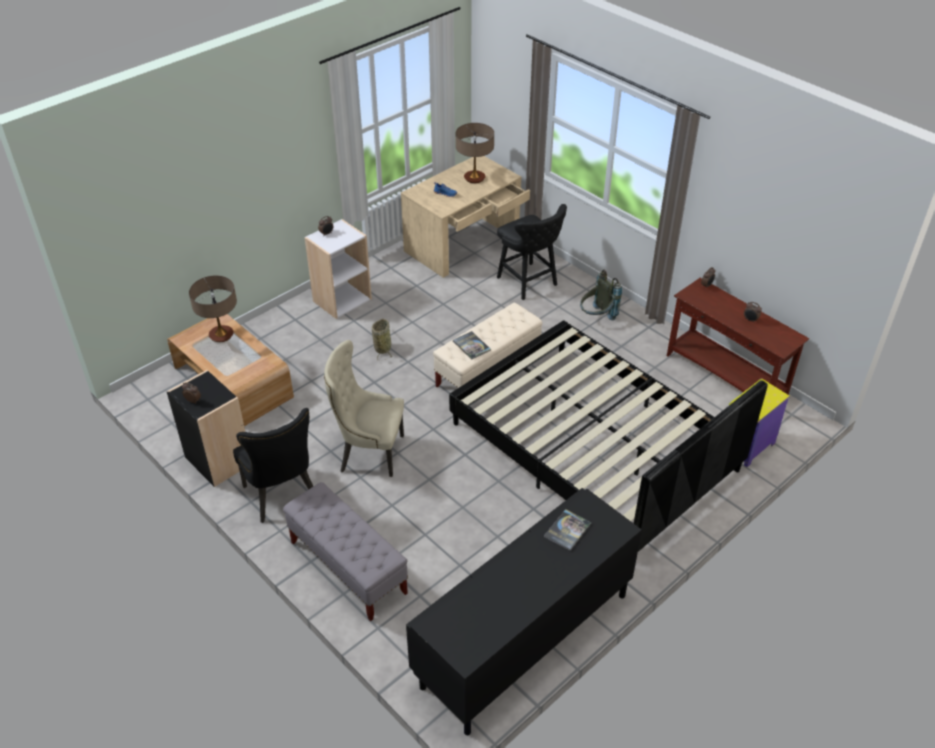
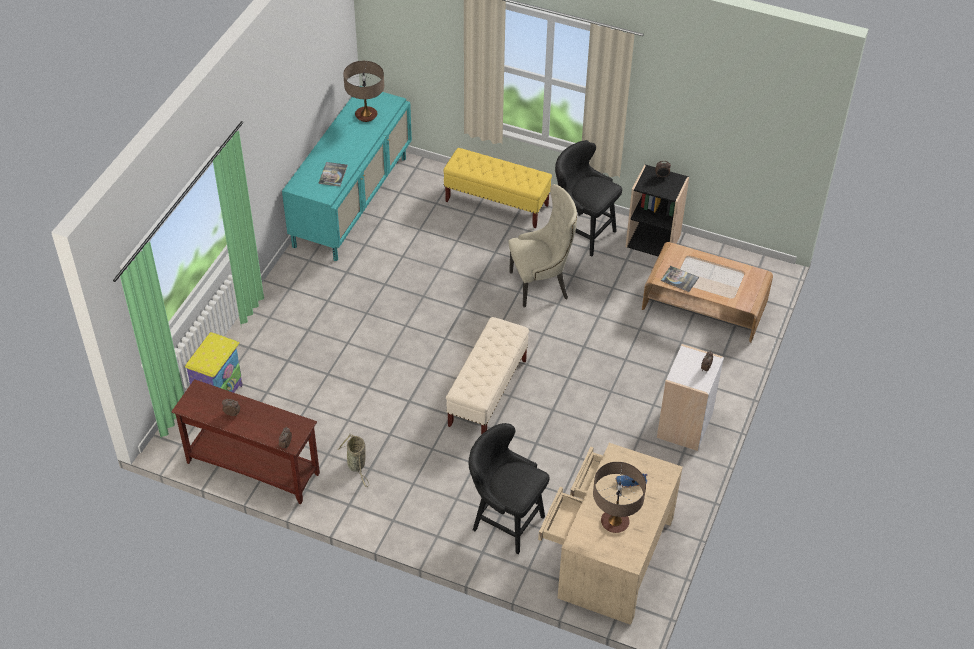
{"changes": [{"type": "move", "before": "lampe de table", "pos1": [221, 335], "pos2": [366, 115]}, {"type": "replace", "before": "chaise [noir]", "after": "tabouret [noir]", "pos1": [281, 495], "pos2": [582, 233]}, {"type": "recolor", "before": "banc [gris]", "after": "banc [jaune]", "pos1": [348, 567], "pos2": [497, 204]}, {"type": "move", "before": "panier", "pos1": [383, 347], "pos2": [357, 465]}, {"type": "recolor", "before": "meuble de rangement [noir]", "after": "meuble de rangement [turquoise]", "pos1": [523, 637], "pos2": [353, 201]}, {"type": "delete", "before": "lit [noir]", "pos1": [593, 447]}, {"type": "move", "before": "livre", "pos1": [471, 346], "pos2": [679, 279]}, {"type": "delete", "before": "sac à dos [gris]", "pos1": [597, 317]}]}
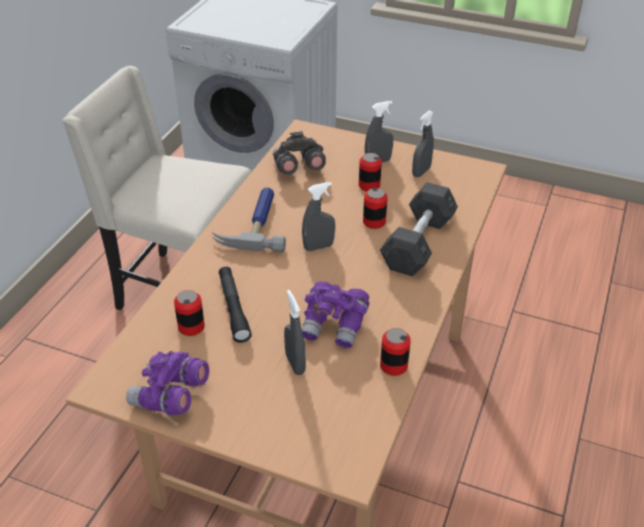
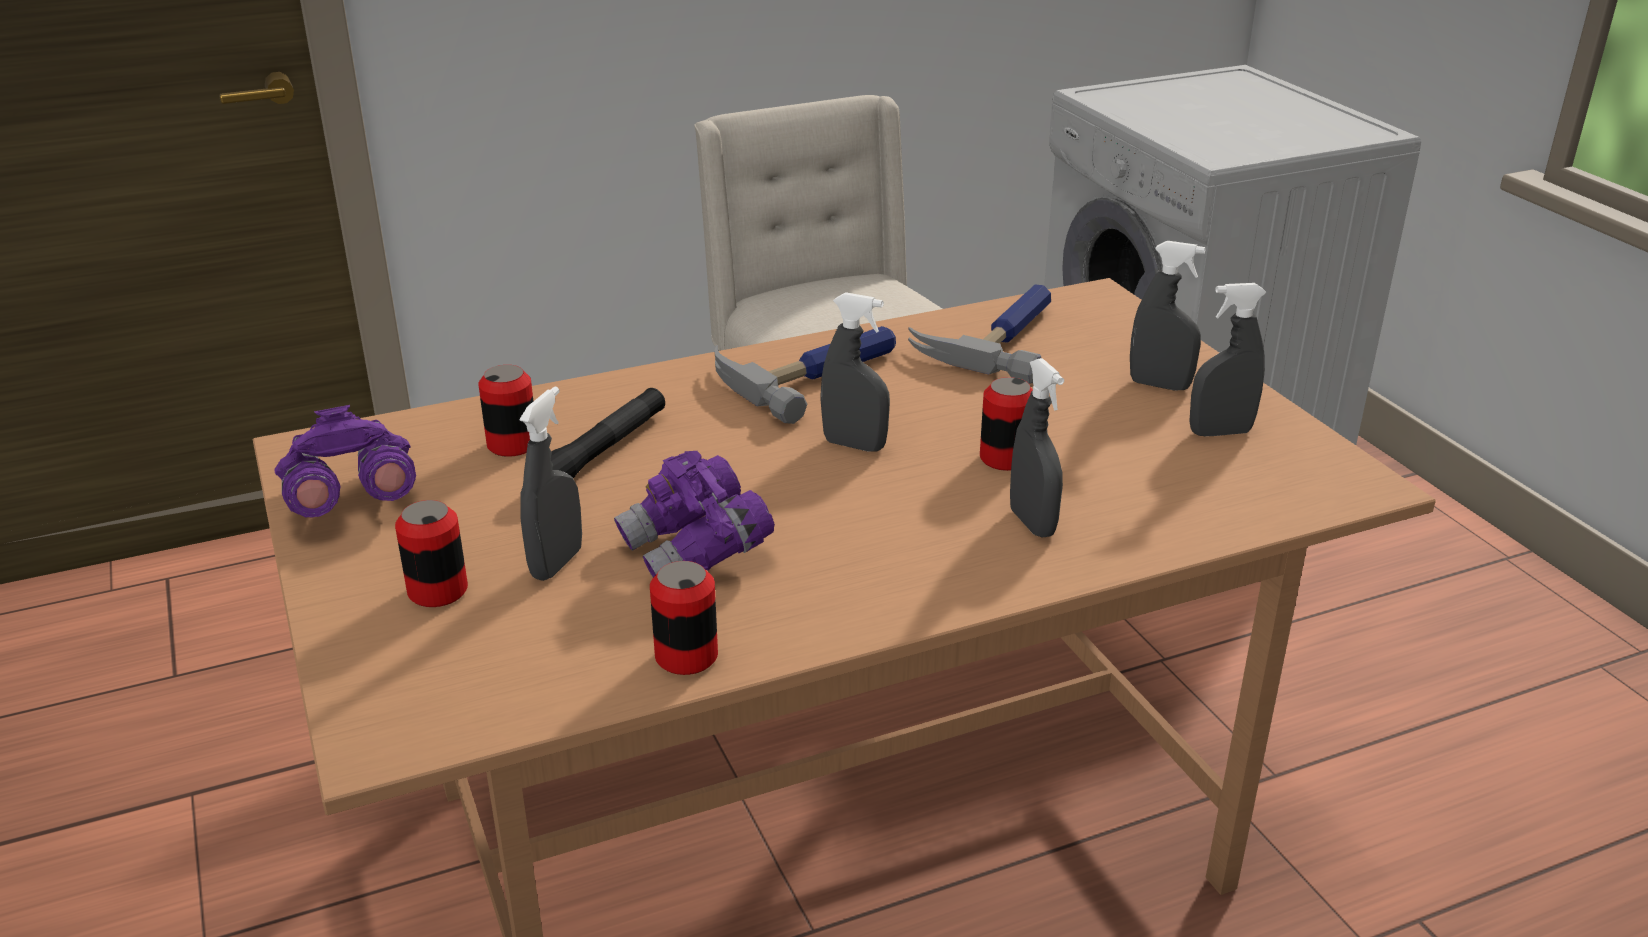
{"changes": [{"type": "replace", "before": "jumelles [gris]", "after": "marteau", "pos1": [297, 169], "pos2": [999, 338]}, {"type": "move", "before": "boîte métallique", "pos1": [369, 186], "pos2": [438, 591]}, {"type": "replace", "before": "haltère [gris]", "after": "vaporisateur [gris]", "pos1": [418, 243], "pos2": [1032, 523]}]}
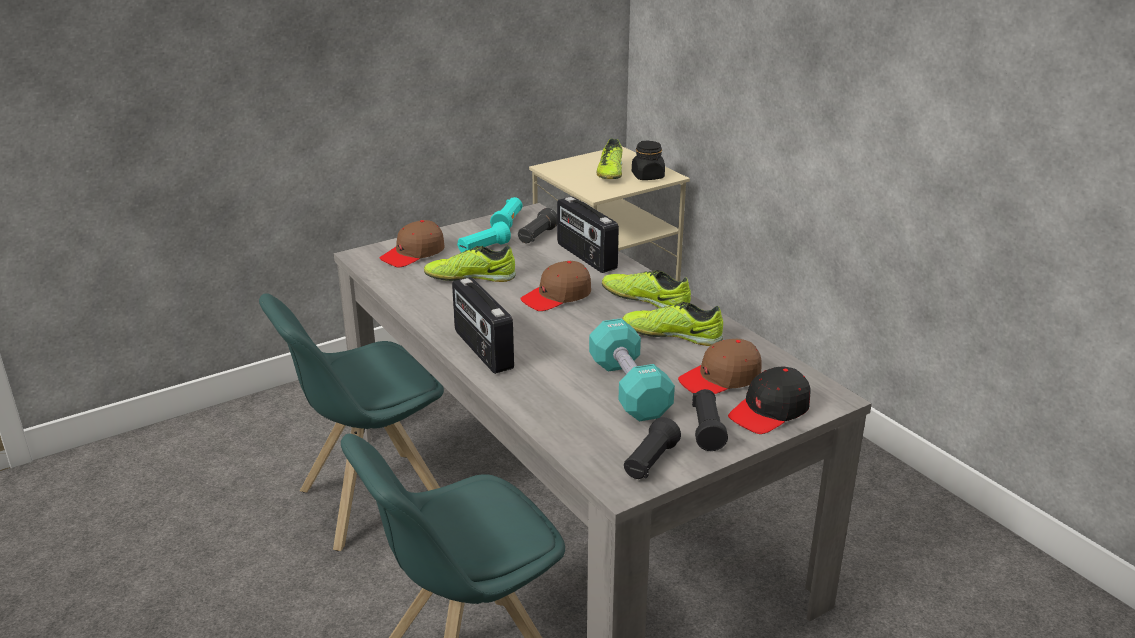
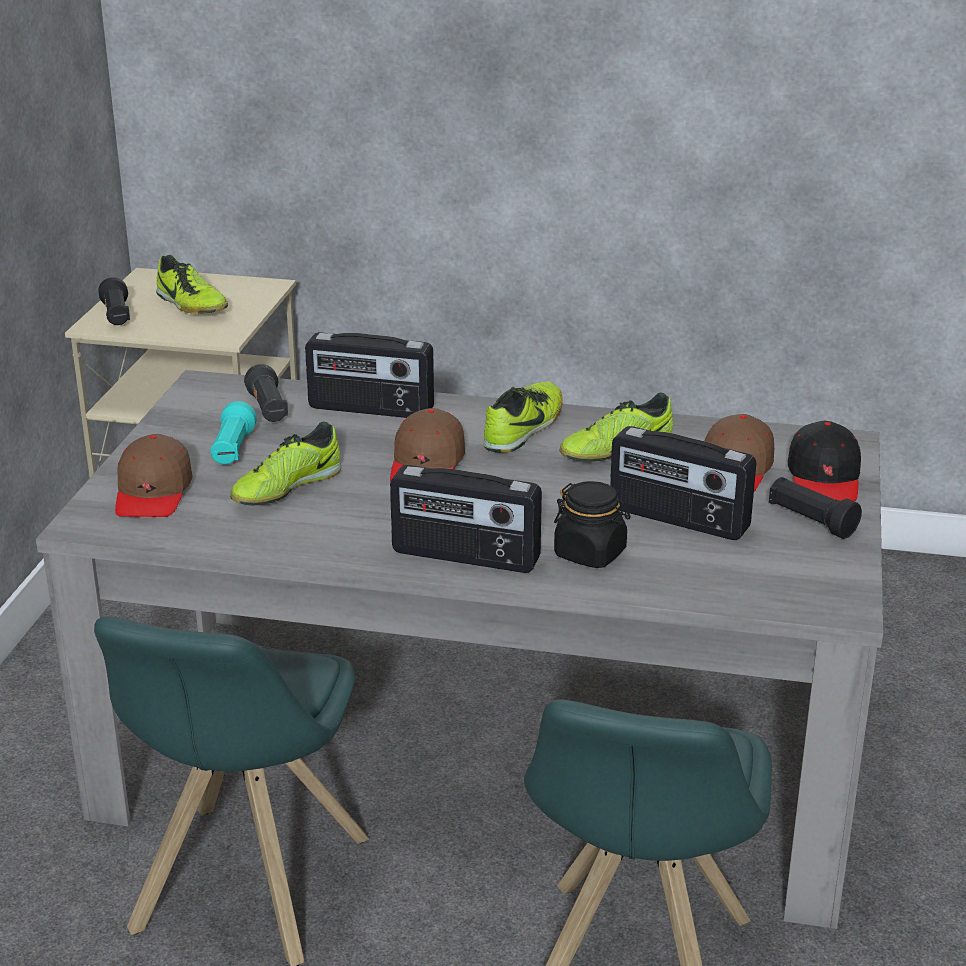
{"changes": [{"type": "delete", "before": "lampe de poche [turquoise]", "pos1": [508, 223]}, {"type": "replace", "before": "haltère [turquoise]", "after": "radio", "pos1": [629, 388], "pos2": [678, 519]}, {"type": "rotate", "before": "chaussure", "pos1": [646, 300], "pos2": [524, 428], "turn": 135}, {"type": "move", "before": "lampe de poche [noir]", "pos1": [650, 462], "pos2": [116, 316]}, {"type": "move", "before": "bocal [noir]", "pos1": [648, 176], "pos2": [590, 553]}]}
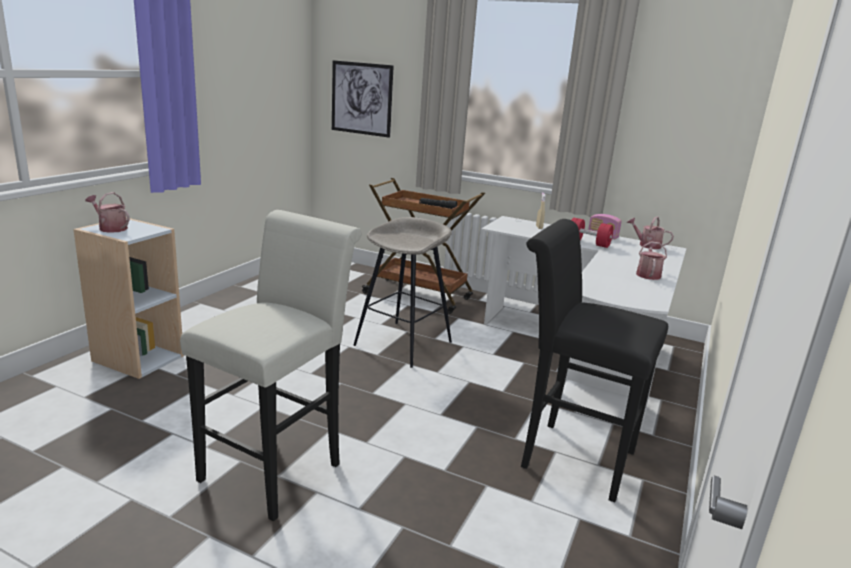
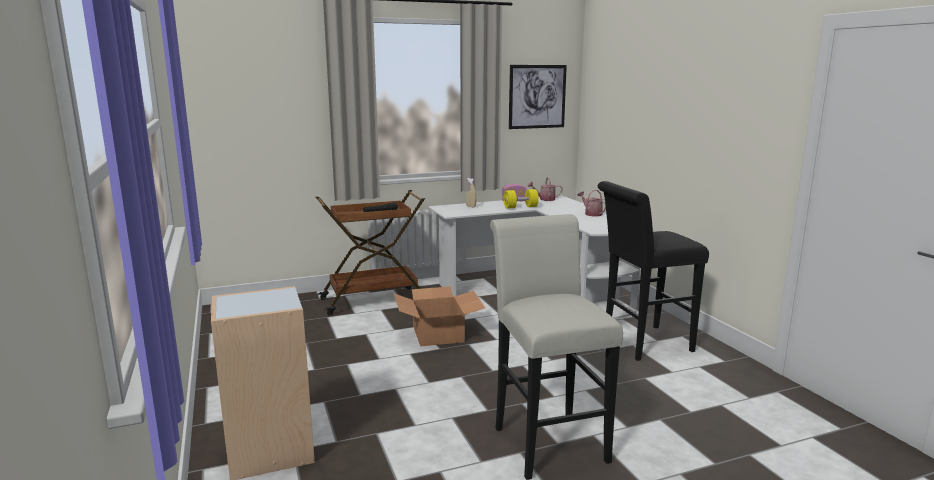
{"changes": [{"type": "delete", "before": "arrosoir", "pos1": [110, 228]}, {"type": "move", "before": "tableau", "pos1": [361, 98], "pos2": [537, 96]}, {"type": "replace", "before": "tabouret [gris]", "after": "carton", "pos1": [404, 343], "pos2": [438, 334]}, {"type": "recolor", "before": "haltère [rouge]", "after": "haltère [jaune]", "pos1": [588, 243], "pos2": [520, 207]}]}
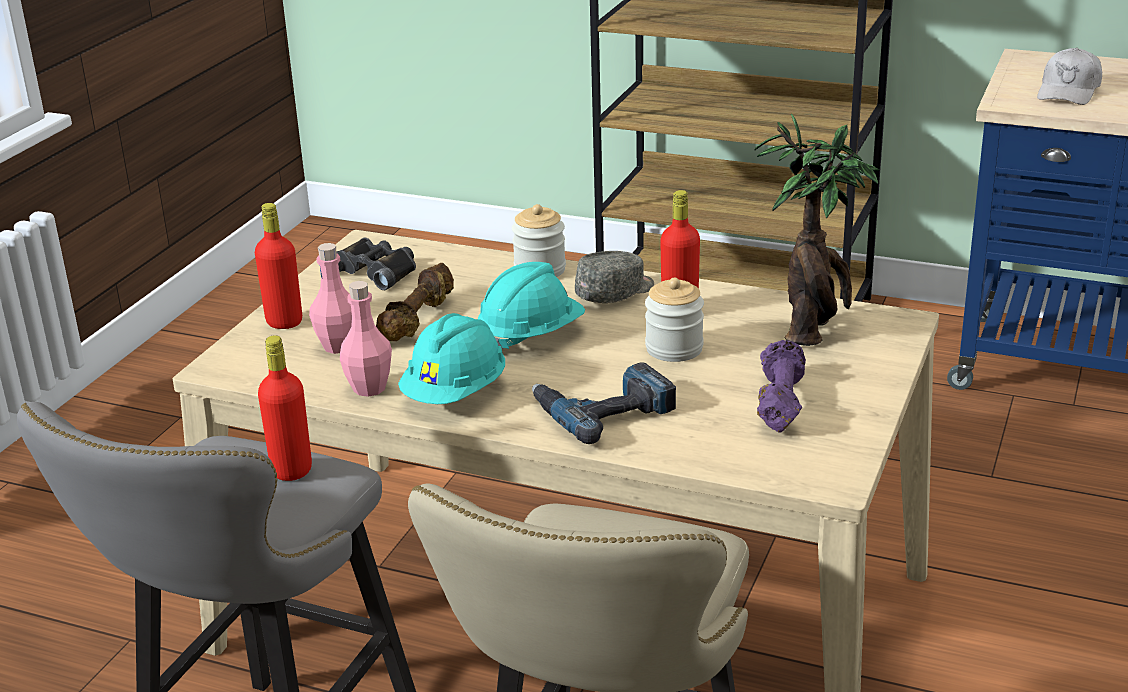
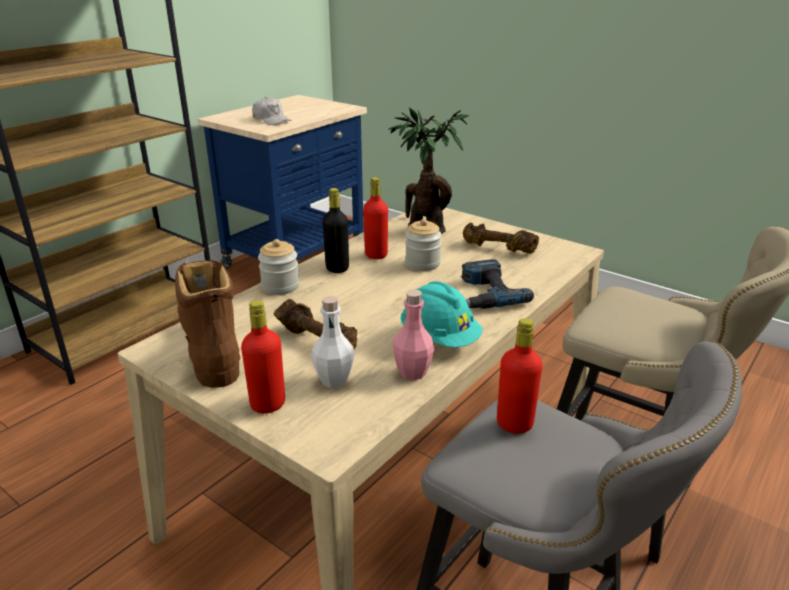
{"changes": [{"type": "recolor", "before": "bouteille [rose]", "after": "bouteille [blanc]", "pos1": [338, 346], "pos2": [334, 380]}, {"type": "replace", "before": "jumelles [noir]", "after": "botte [marron]", "pos1": [376, 270], "pos2": [213, 350]}, {"type": "delete", "before": "casque de chantier [turquoise]", "pos1": [530, 335]}, {"type": "replace", "before": "casquette [gris]", "after": "bouteille [noir]", "pos1": [616, 293], "pos2": [337, 268]}, {"type": "recolor", "before": "haltère [violet]", "after": "haltère [marron]", "pos1": [779, 403], "pos2": [498, 249]}]}
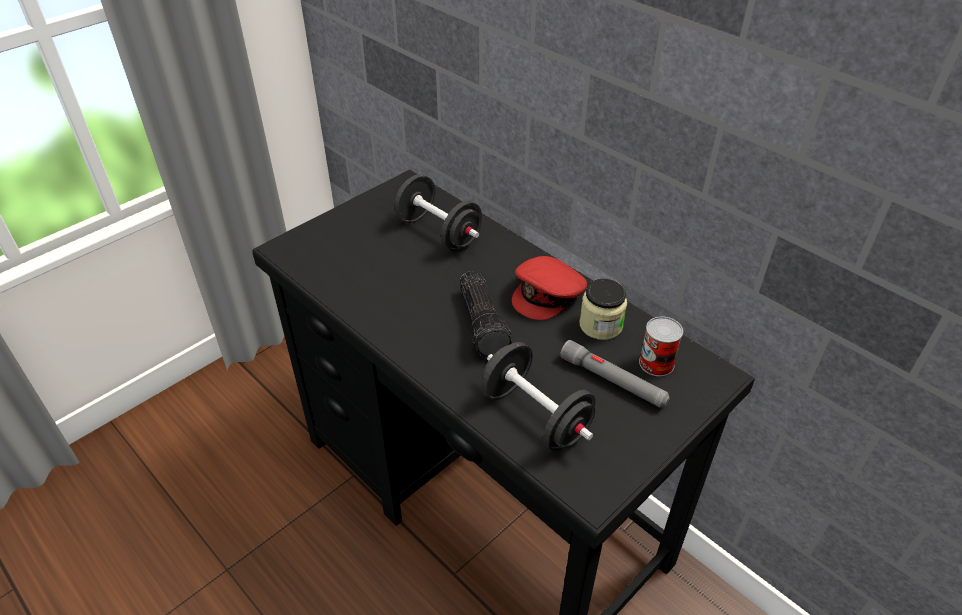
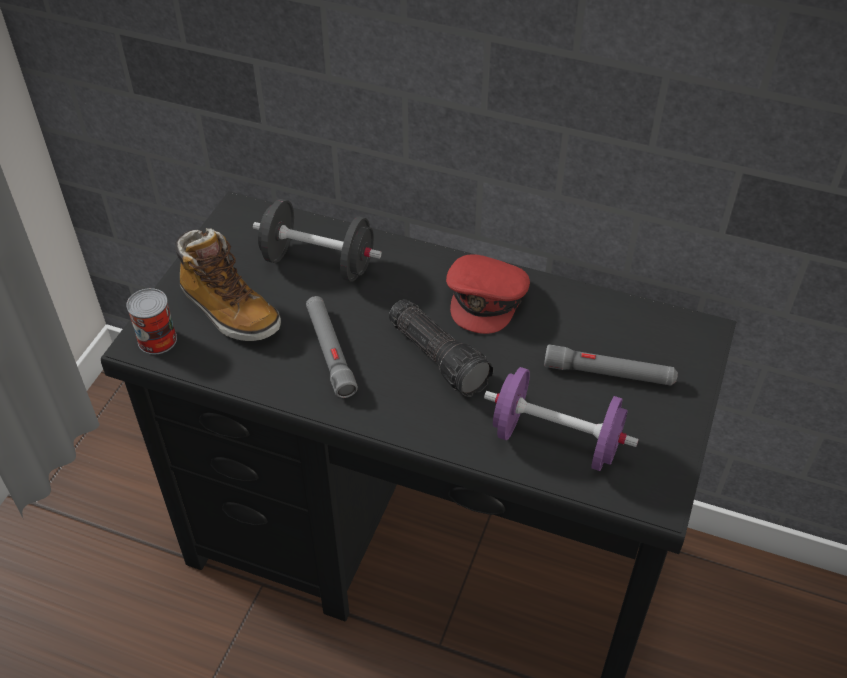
{"changes": [{"type": "recolor", "before": "haltère [noir]", "after": "haltère [violet]", "pos1": [535, 416], "pos2": [556, 440]}, {"type": "delete", "before": "bocal", "pos1": [600, 325]}, {"type": "move", "before": "boîte métallique", "pos1": [656, 363], "pos2": [157, 339]}, {"type": "insert", "after": "botte", "pos2": [229, 310]}, {"type": "insert", "after": "lampe de poche [gris]", "pos2": [330, 351]}]}
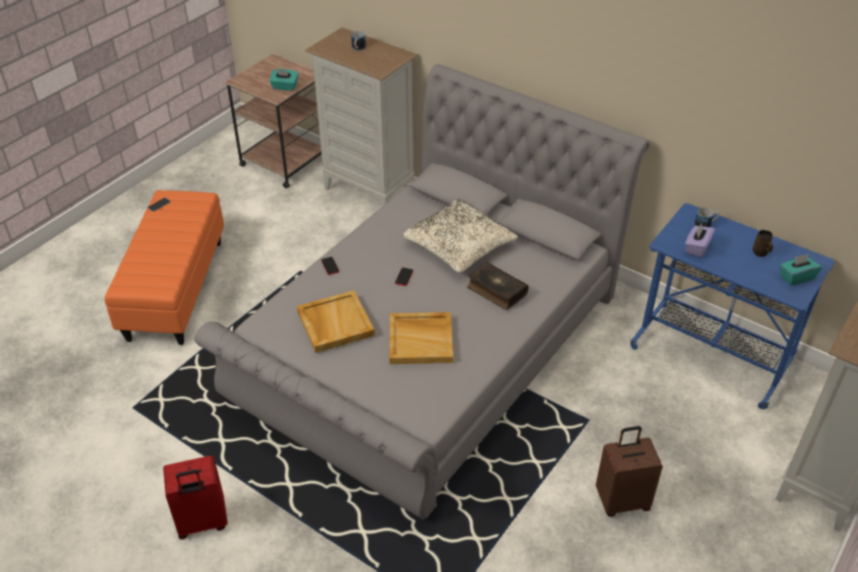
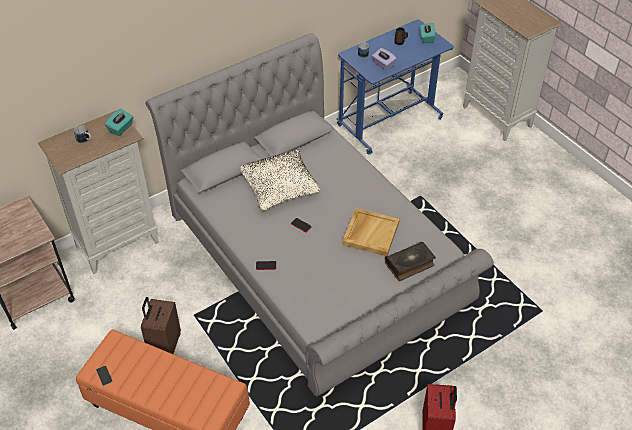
{"changes": [{"type": "move", "before": "boîte à mouchoirs [turquoise]", "pos1": [284, 87], "pos2": [121, 128]}, {"type": "delete", "before": "plateau [beige]", "pos1": [334, 323]}, {"type": "move", "before": "livre", "pos1": [496, 291], "pos2": [410, 264]}, {"type": "move", "before": "valise [marron]", "pos1": [622, 500], "pos2": [164, 346]}]}
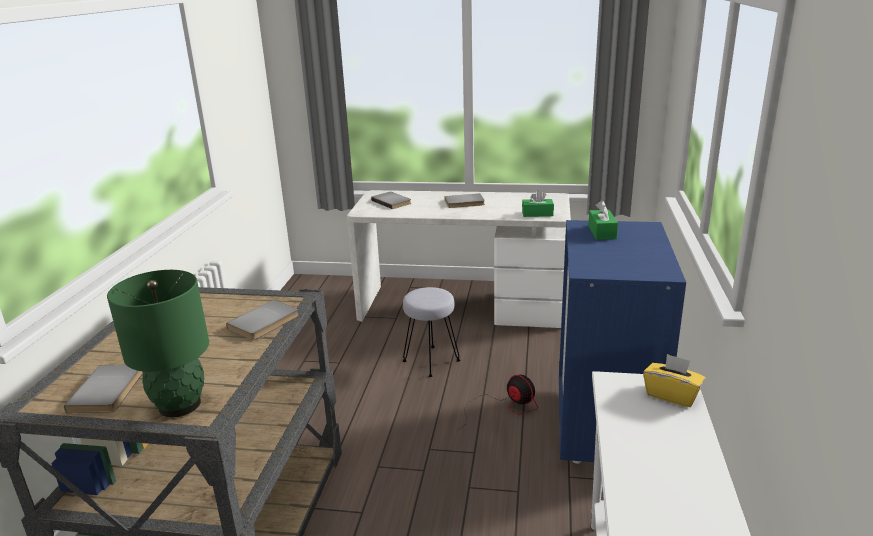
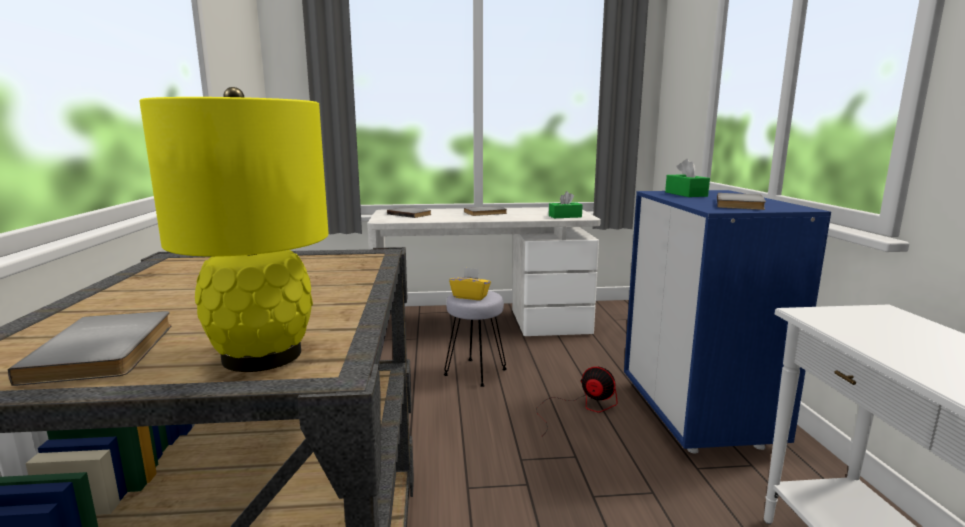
{"changes": [{"type": "recolor", "before": "lampe de table [vert]", "after": "lampe de table [jaune]", "pos1": [179, 405], "pos2": [261, 355]}, {"type": "move", "before": "livre [gris]", "pos1": [265, 323], "pos2": [742, 204]}, {"type": "move", "before": "boîte à mouchoirs [jaune]", "pos1": [672, 395], "pos2": [470, 296]}]}
